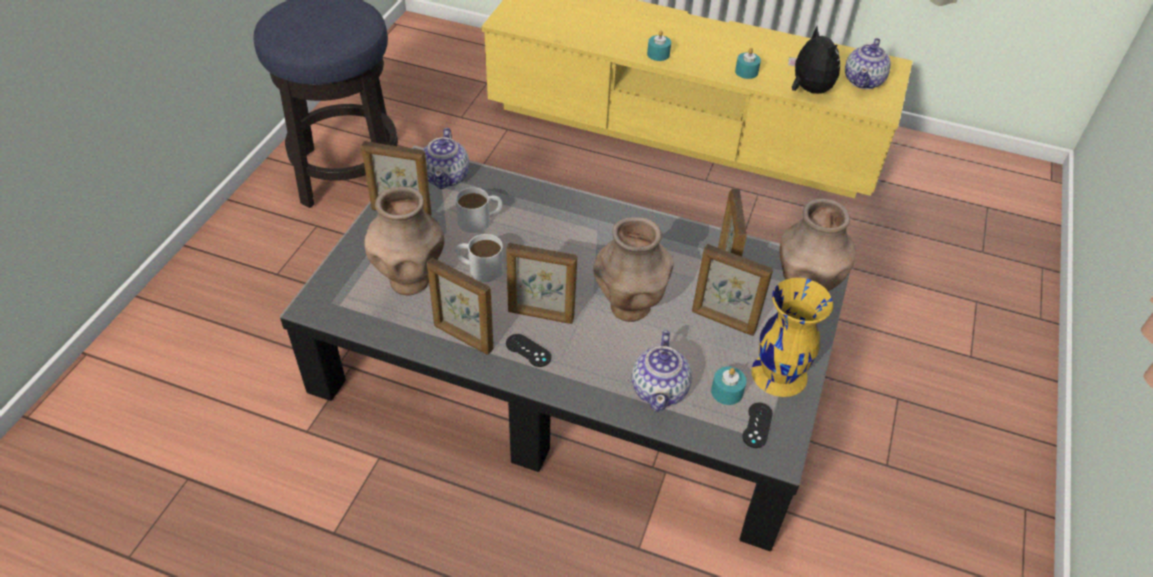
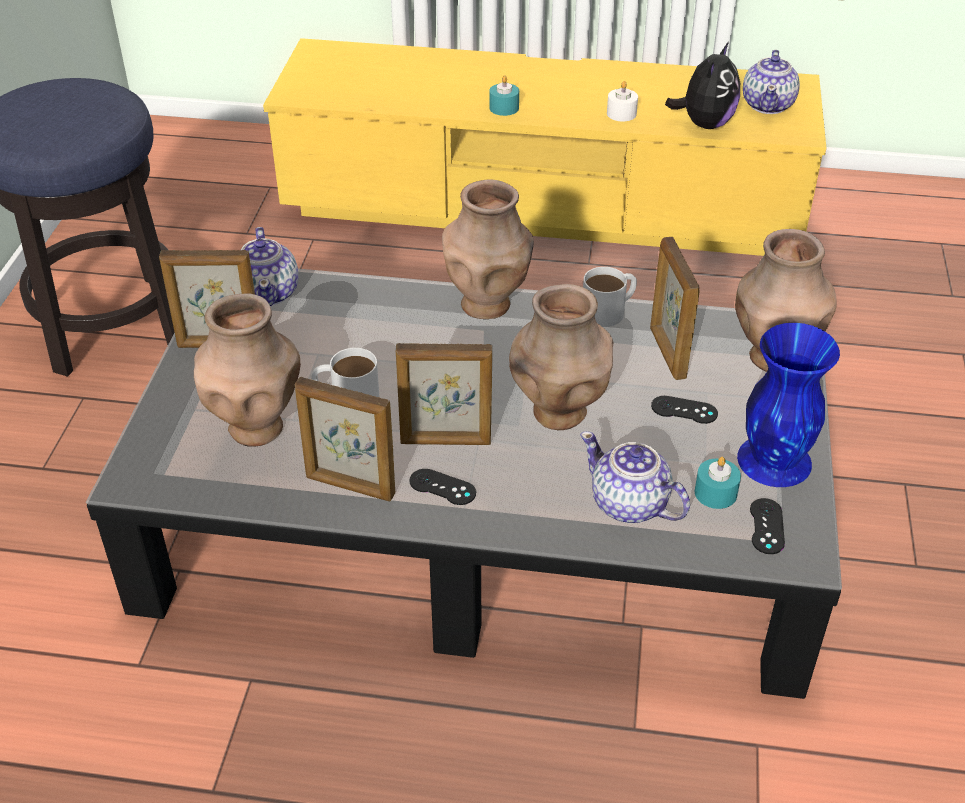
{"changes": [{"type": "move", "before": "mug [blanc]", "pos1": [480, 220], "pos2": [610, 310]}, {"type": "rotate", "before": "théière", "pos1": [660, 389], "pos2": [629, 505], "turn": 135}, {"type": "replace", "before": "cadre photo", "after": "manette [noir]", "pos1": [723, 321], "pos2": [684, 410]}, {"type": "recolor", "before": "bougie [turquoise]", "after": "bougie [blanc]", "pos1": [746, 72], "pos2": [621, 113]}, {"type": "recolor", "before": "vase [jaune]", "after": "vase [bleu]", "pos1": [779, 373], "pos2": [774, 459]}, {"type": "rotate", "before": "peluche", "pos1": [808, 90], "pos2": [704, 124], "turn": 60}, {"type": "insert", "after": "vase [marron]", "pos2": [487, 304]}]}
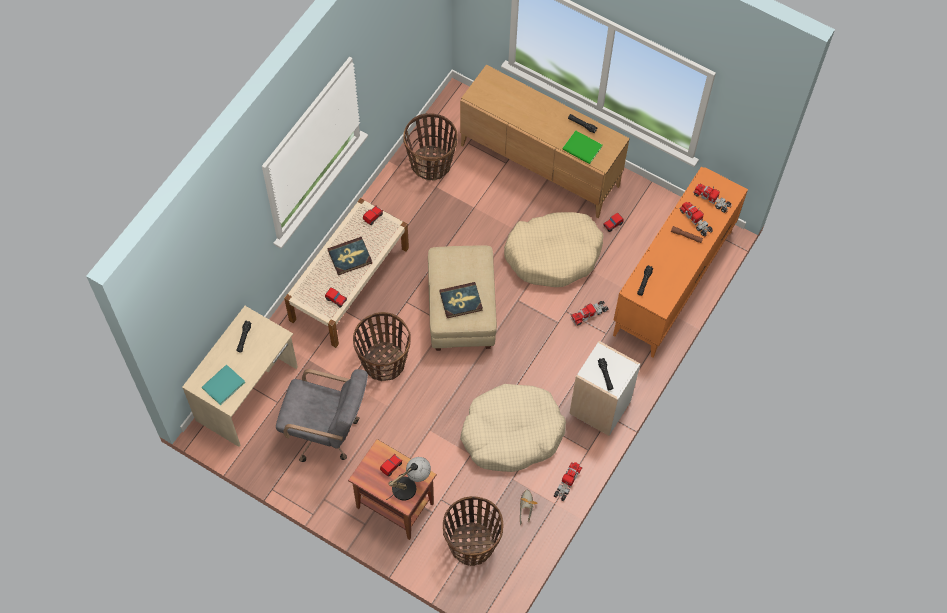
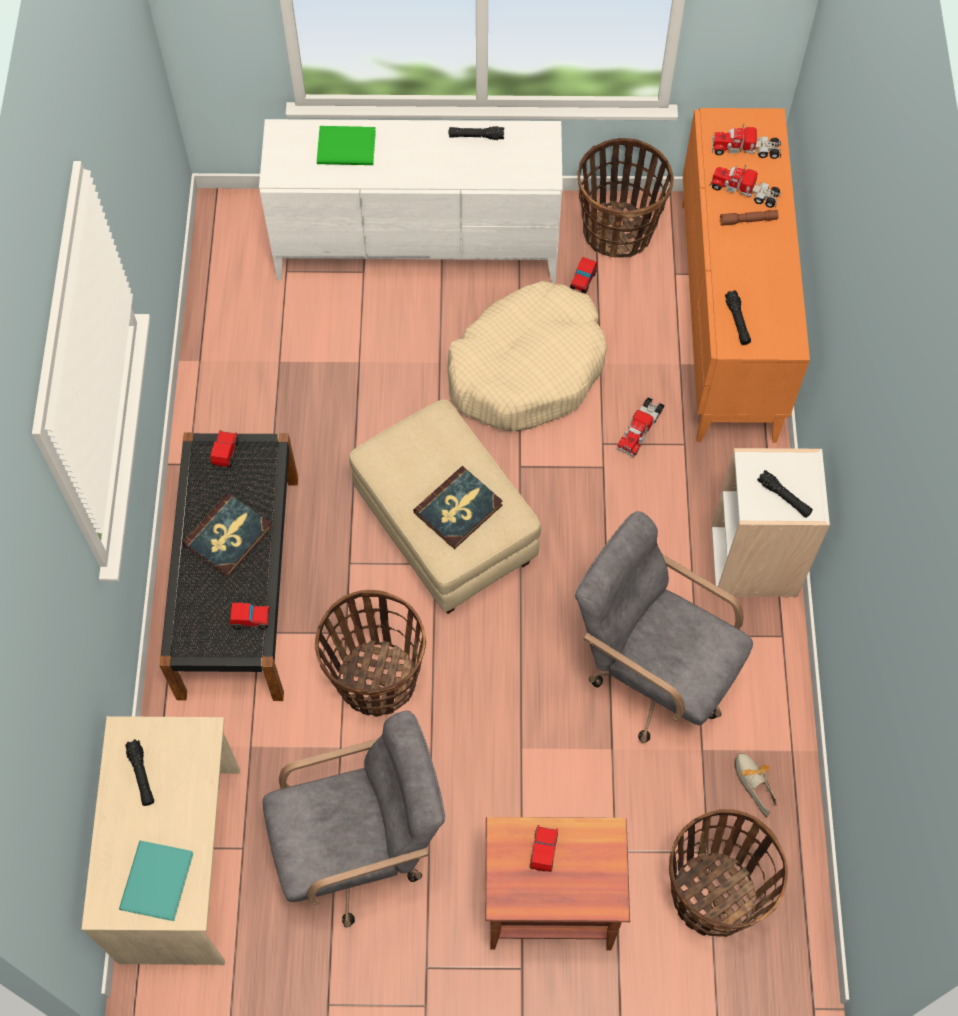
{"changes": [{"type": "recolor", "before": "banc [beige]", "after": "banc [noir]", "pos1": [349, 283], "pos2": [238, 584]}, {"type": "delete", "before": "lampe de table", "pos1": [410, 485]}, {"type": "move", "before": "panier", "pos1": [431, 164], "pos2": [618, 231]}, {"type": "recolor", "before": "commode [marron]", "after": "commode [blanc]", "pos1": [540, 165], "pos2": [418, 249]}, {"type": "replace", "before": "panier pour chien [beige]", "after": "chaise de bureau [gris]", "pos1": [511, 433], "pos2": [651, 677]}, {"type": "delete", "before": "camion jouet", "pos1": [567, 482]}, {"type": "move", "before": "livre [vert]", "pos1": [582, 149], "pos2": [348, 149]}]}
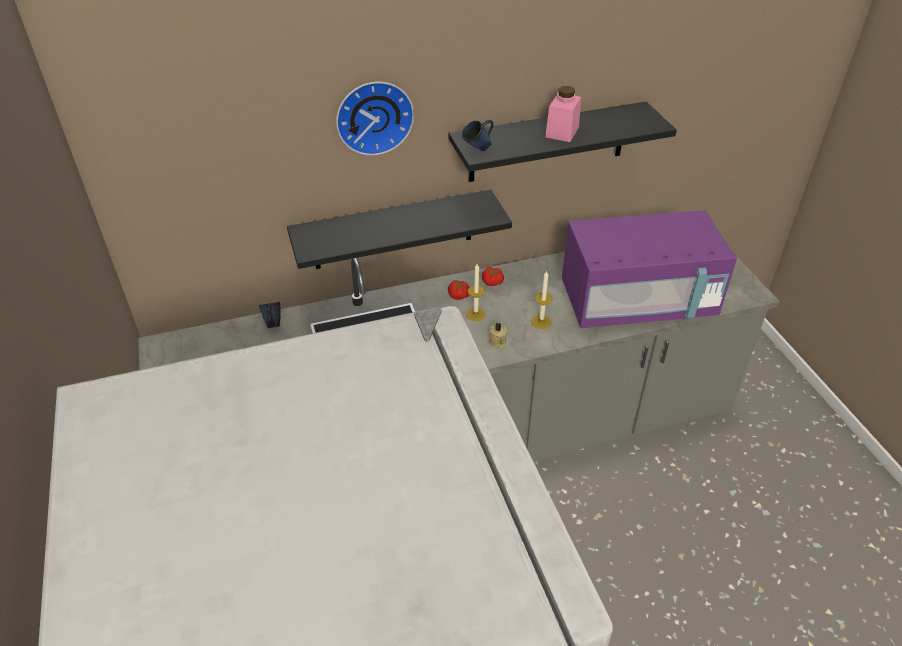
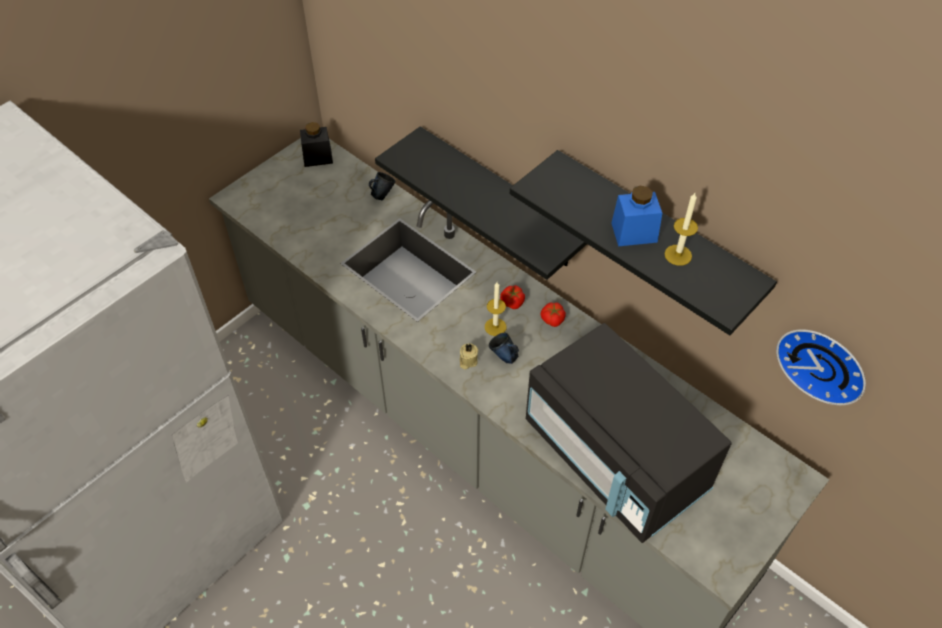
{"changes": [{"type": "move", "before": "horloge murale", "pos1": [373, 116], "pos2": [823, 362]}, {"type": "move", "before": "mug [bleu]", "pos1": [477, 150], "pos2": [504, 357]}, {"type": "move", "before": "bougie", "pos1": [541, 322], "pos2": [678, 255]}, {"type": "recolor", "before": "bocal [rose]", "after": "bocal [bleu]", "pos1": [562, 132], "pos2": [634, 232]}, {"type": "recolor", "before": "micro-ondes [violet]", "after": "micro-ondes [noir]", "pos1": [637, 303], "pos2": [615, 458]}, {"type": "insert", "after": "bocal [noir]", "pos2": [317, 157]}]}
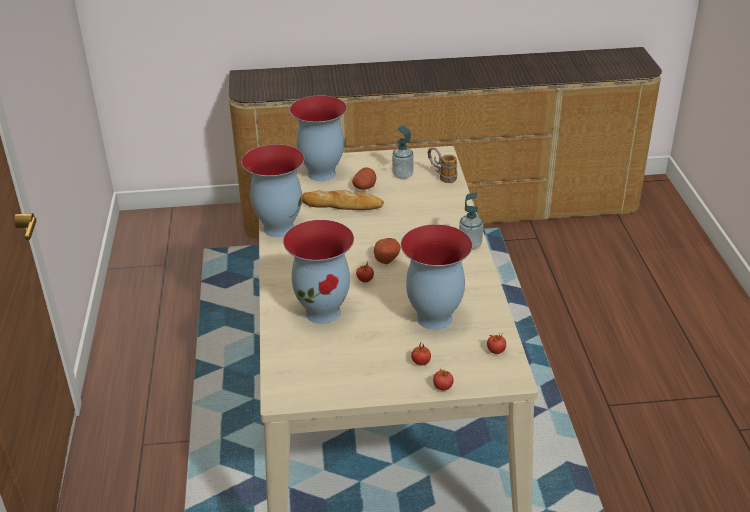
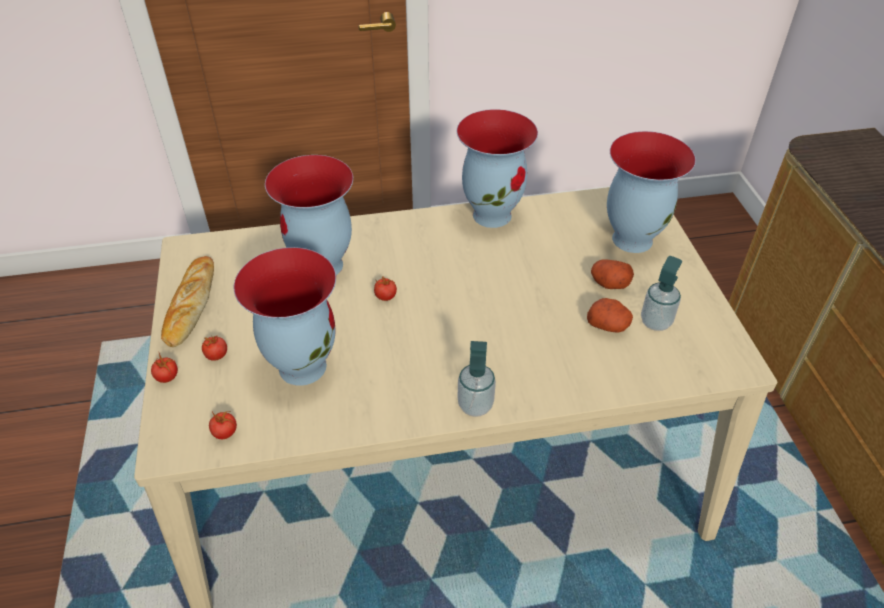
{"changes": [{"type": "move", "before": "pain", "pos1": [342, 205], "pos2": [190, 305]}, {"type": "move", "before": "pomme de terre", "pos1": [386, 257], "pos2": [608, 325]}, {"type": "delete", "before": "mug", "pos1": [441, 176]}]}
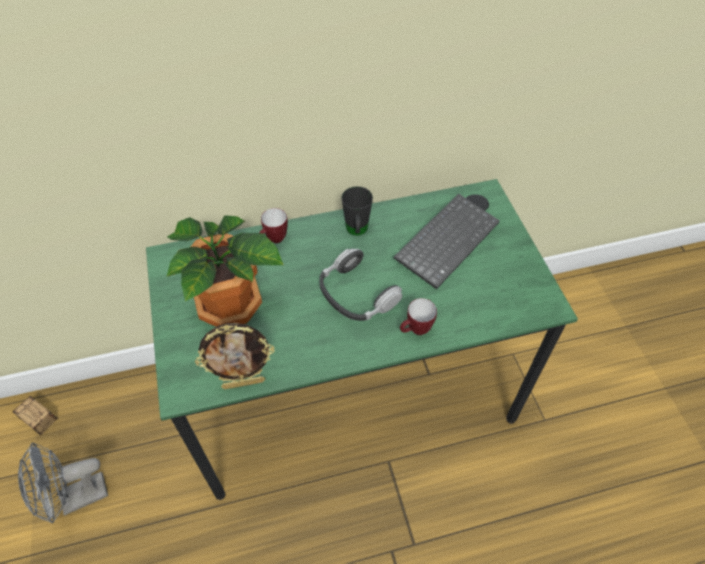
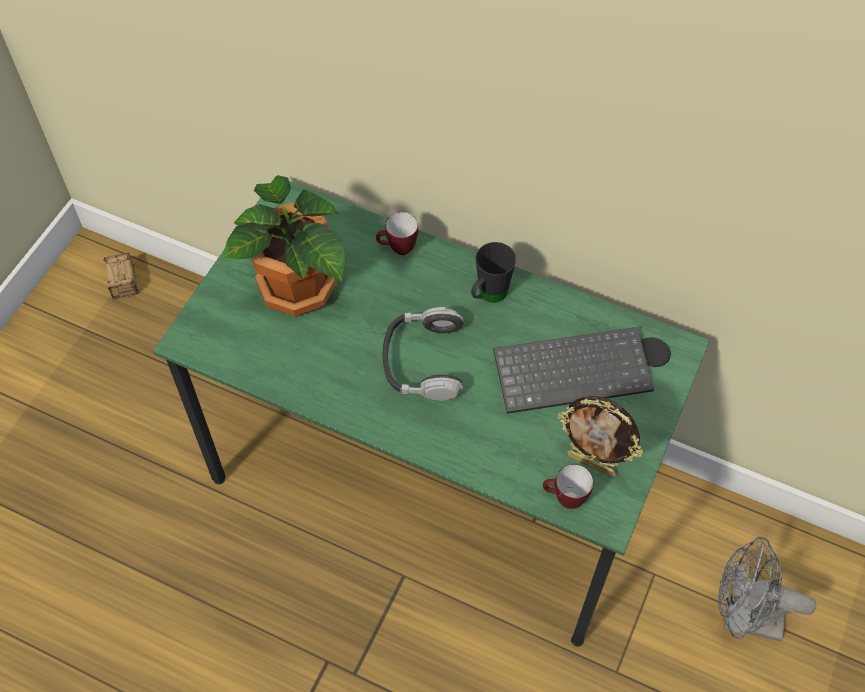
{"changes": [{"type": "move", "before": "ventilateur [gris]", "pos1": [76, 498], "pos2": [742, 618]}, {"type": "move", "before": "cadre photo", "pos1": [244, 383], "pos2": [592, 464]}, {"type": "move", "before": "mug", "pos1": [415, 331], "pos2": [564, 499]}]}
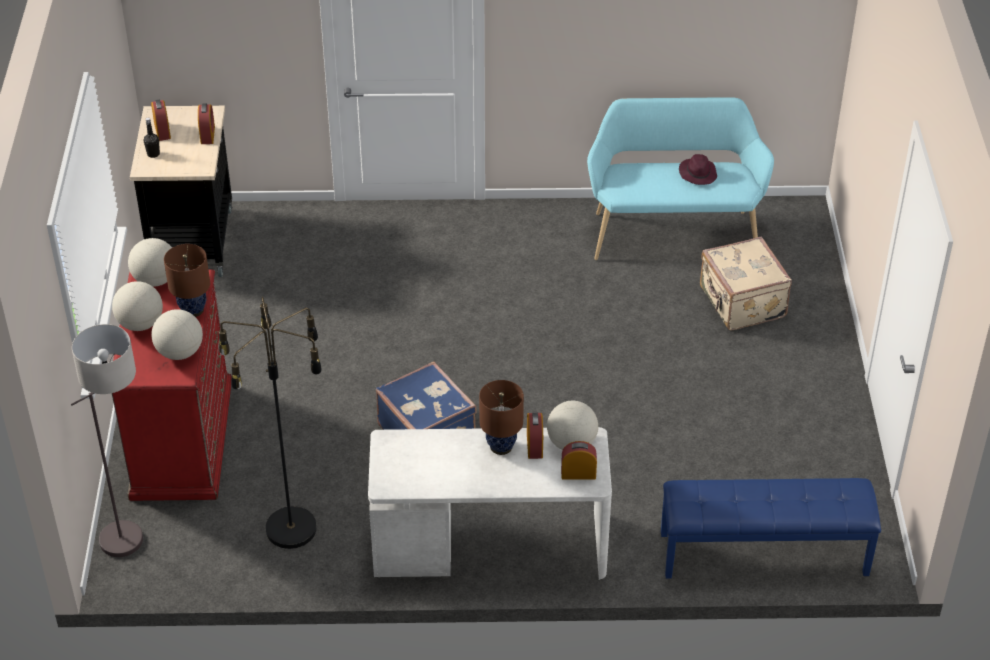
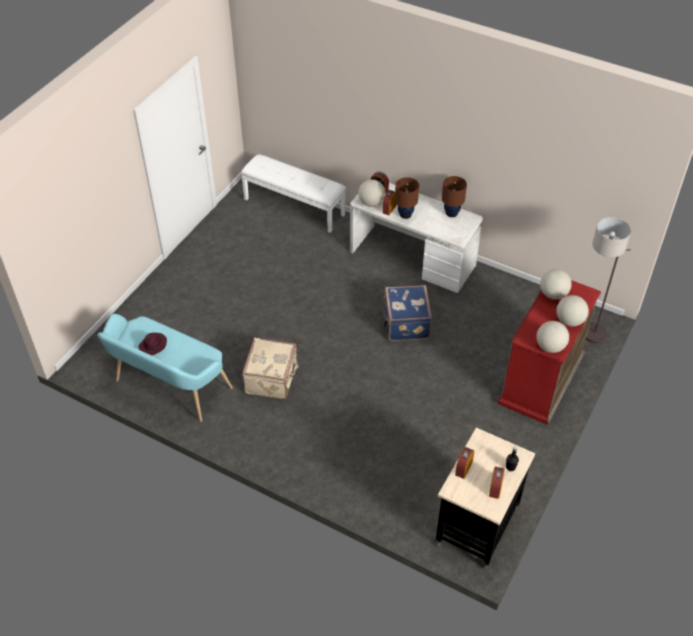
{"changes": [{"type": "move", "before": "lampe de table [marron]", "pos1": [192, 310], "pos2": [451, 213]}, {"type": "delete", "before": "lampadaire", "pos1": [291, 528]}, {"type": "recolor", "before": "banc [bleu]", "after": "banc [blanc]", "pos1": [763, 554], "pos2": [295, 206]}, {"type": "move", "before": "valise [beige]", "pos1": [741, 303], "pos2": [272, 379]}]}
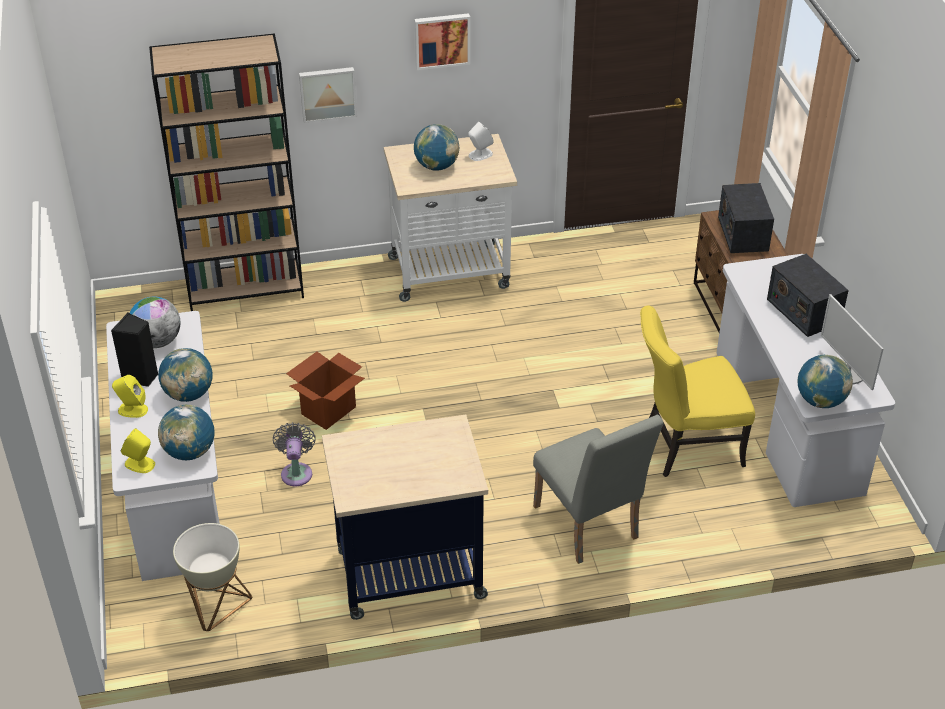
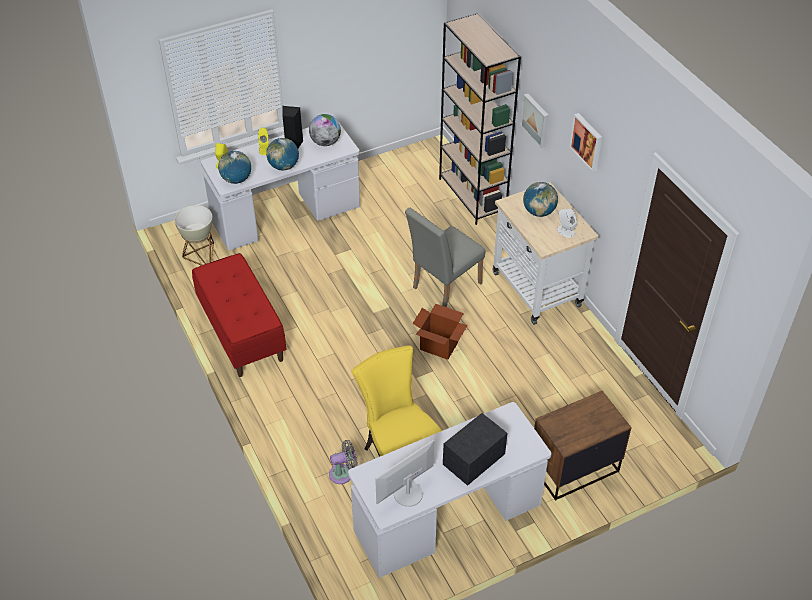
{"changes": [{"type": "move", "before": "ventilateur [gris]", "pos1": [296, 472], "pos2": [343, 473]}, {"type": "move", "before": "carton", "pos1": [328, 410], "pos2": [439, 346]}, {"type": "replace", "before": "chariot [bleu]", "after": "banc [rouge]", "pos1": [409, 576], "pos2": [241, 332]}, {"type": "move", "before": "chaise [gris]", "pos1": [589, 528], "pos2": [443, 287]}, {"type": "delete", "before": "radio", "pos1": [743, 233]}, {"type": "delete", "before": "globe", "pos1": [820, 401]}]}
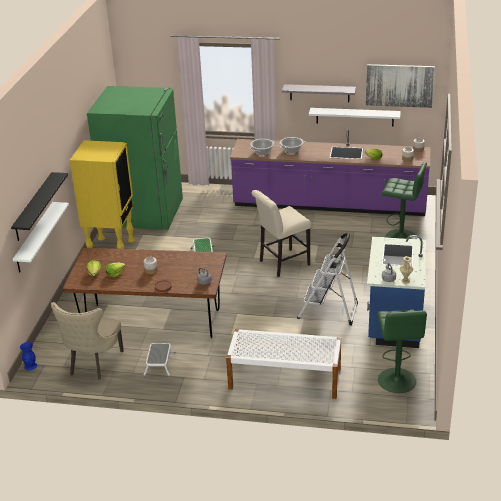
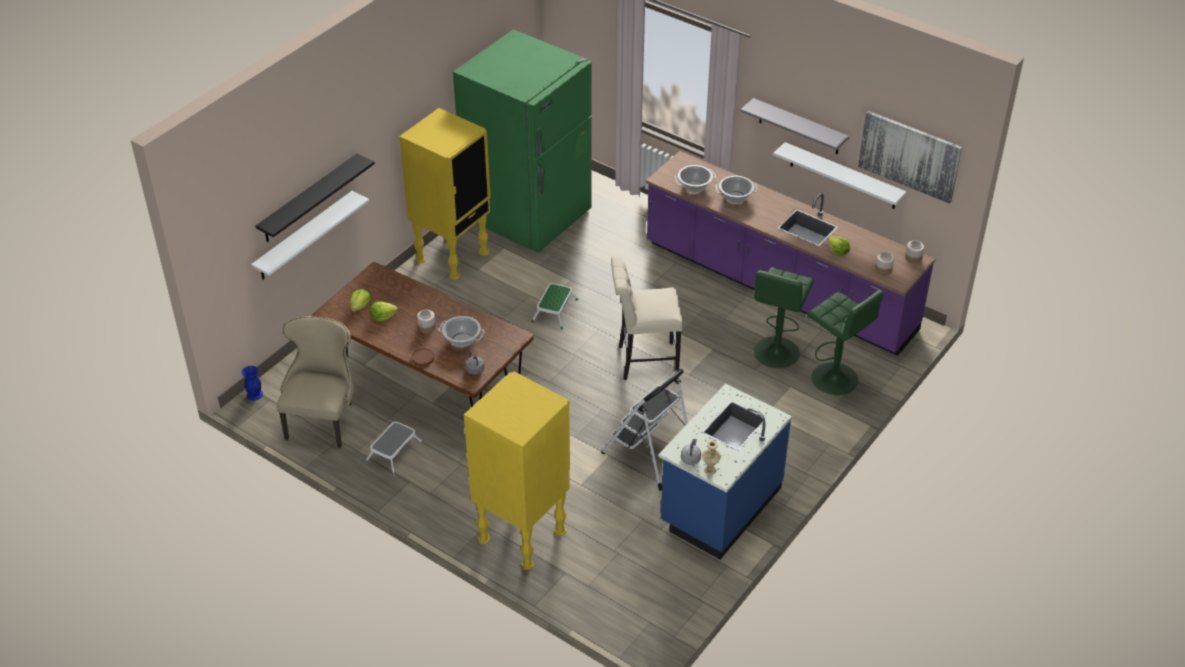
{"changes": [{"type": "rotate", "before": "chaise [beige]", "pos1": [93, 363], "pos2": [323, 419], "turn": 150}, {"type": "replace", "before": "banc [blanc]", "after": "meuble de rangement [jaune]", "pos1": [284, 379], "pos2": [522, 534]}, {"type": "move", "before": "tabouret [vert]", "pos1": [396, 381], "pos2": [776, 352]}, {"type": "insert", "after": "marmite", "pos2": [462, 340]}]}
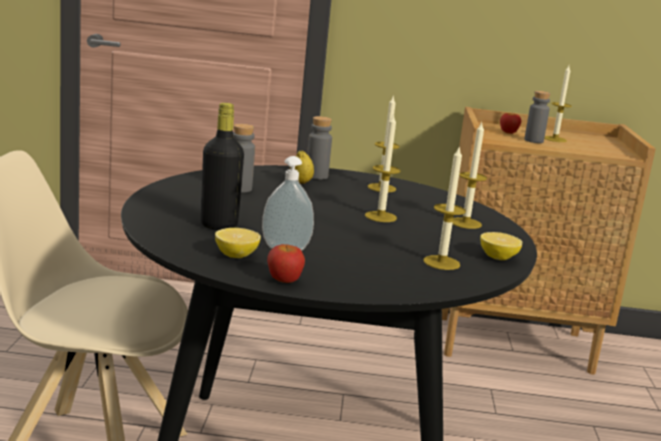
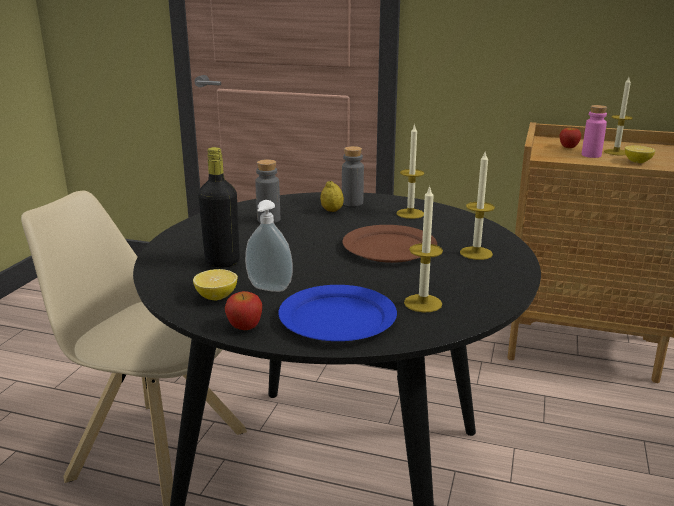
{"changes": [{"type": "replace", "before": "bougie", "after": "assiette [marron]", "pos1": [380, 216], "pos2": [389, 247]}, {"type": "move", "before": "citron", "pos1": [498, 257], "pos2": [637, 162]}, {"type": "recolor", "before": "bouteille [gris]", "after": "bouteille [rose]", "pos1": [533, 141], "pos2": [591, 155]}, {"type": "insert", "after": "assiette [bleu]", "pos2": [336, 318]}]}
